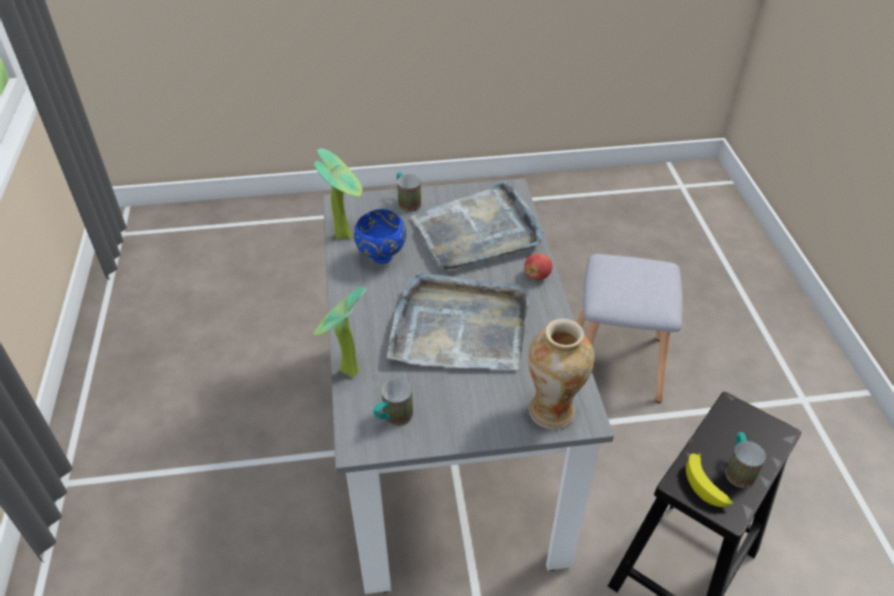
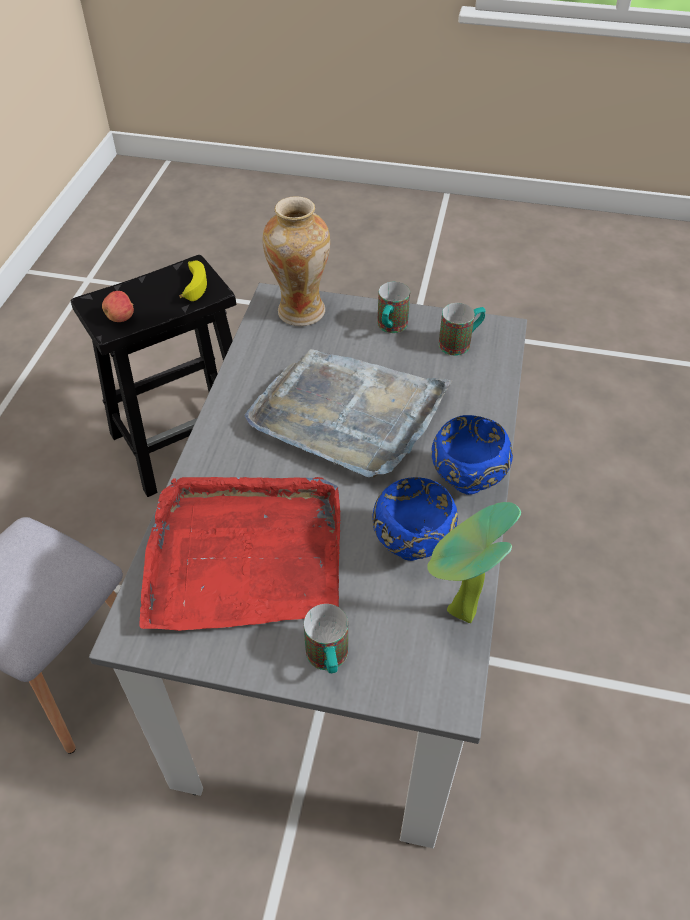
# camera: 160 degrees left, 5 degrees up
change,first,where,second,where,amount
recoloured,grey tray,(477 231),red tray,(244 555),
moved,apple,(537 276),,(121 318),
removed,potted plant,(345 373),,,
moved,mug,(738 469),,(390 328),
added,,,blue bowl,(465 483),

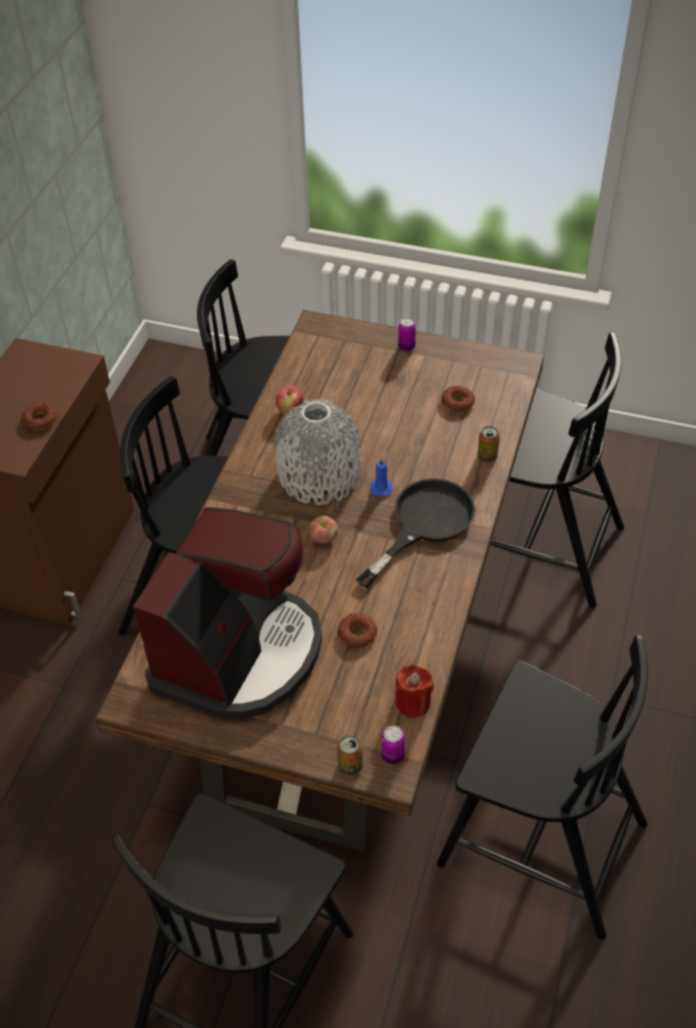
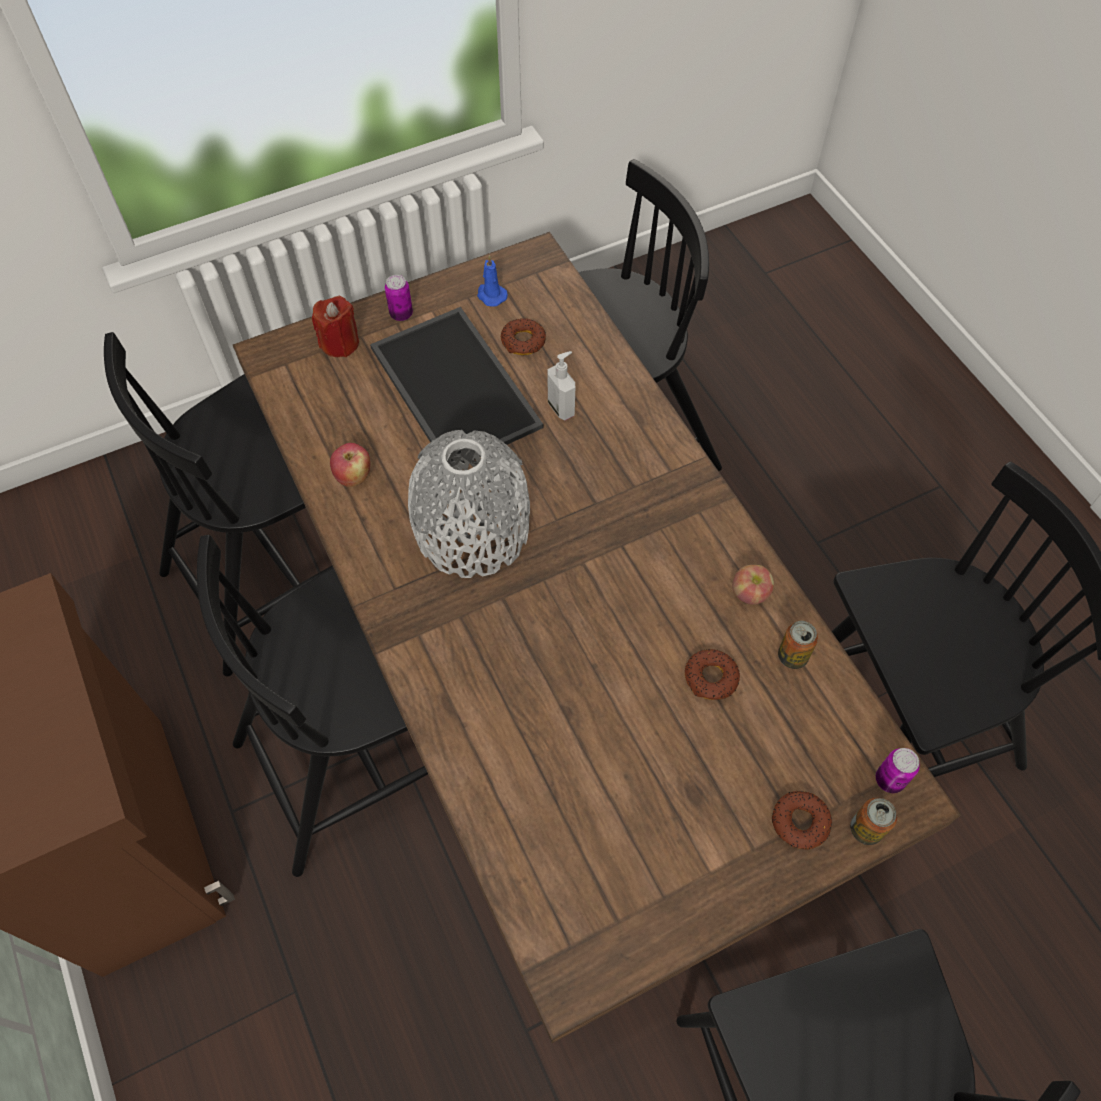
# camera: 45 degrees left, 10 degrees up
change,first,where,second,where,amount
moved,donut,(40 420),,(799 822),
moved,can,(487 456),,(792 656),
moved,blue candle,(381 487),,(491 295),
removed,black frying pan,(424 523),,,
removed,coffee machine,(239 653),,,
moved,apple,(324 538),,(750 593),
moved,red candle,(413 702),,(340 343),
added,,,tray,(451 387),
added,,,soap dispenser,(561 408),

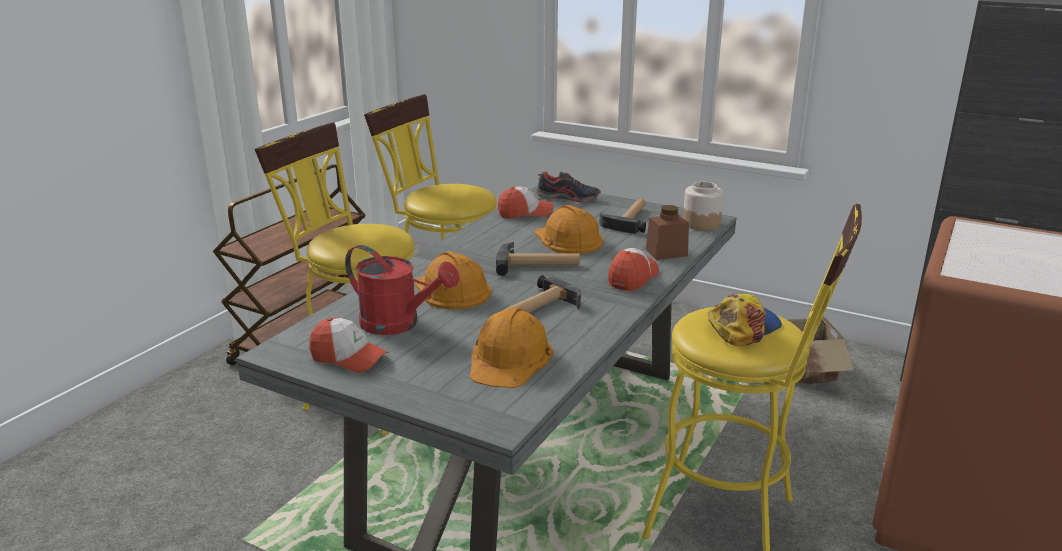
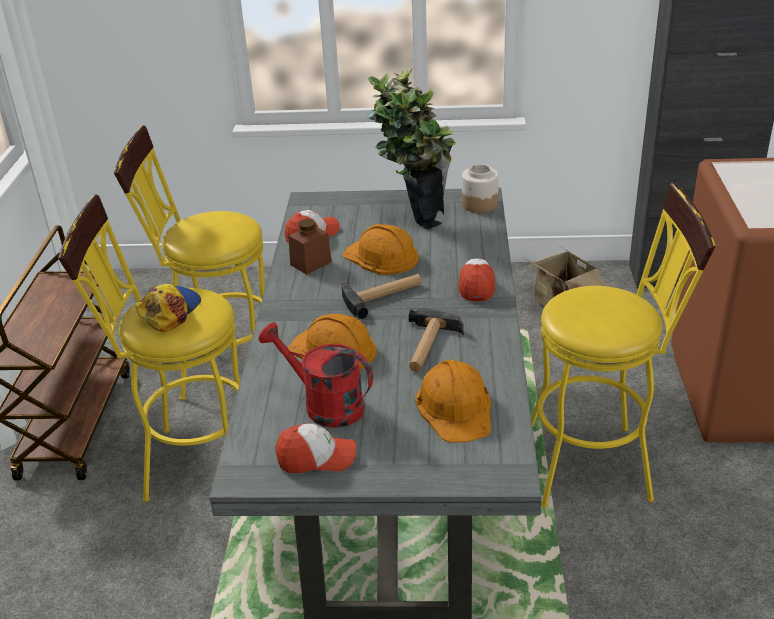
# camera: 25 degrees left, 10 degrees up
change,first,where,second,where,amount
removed,shoe,(568 198),,,
replaced,hammer,(629 219),potted plant,(414 216),
moved,brown jar,(666 253),,(311 263),
turned,red watering can,(399 324),,(324 405),150 degrees counterclockwise
moved,cap,(742 327),,(169 311),

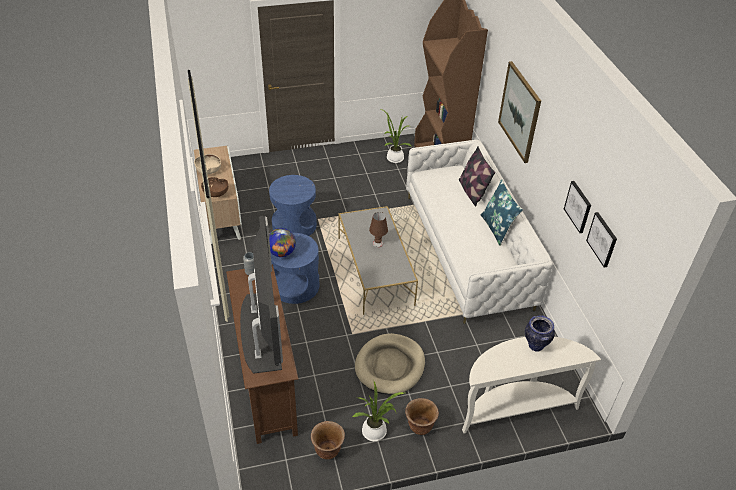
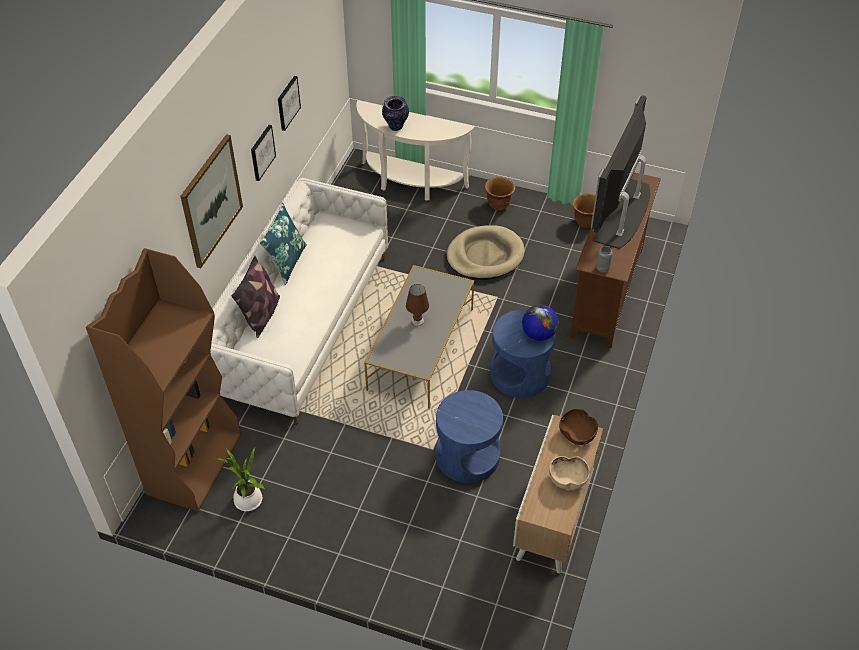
# camera: 145 degrees left, 5 degrees up
change,first,where,second,where,amount
moved,picture,(602 239),,(262 152),
removed,potted plant,(376 432),,,

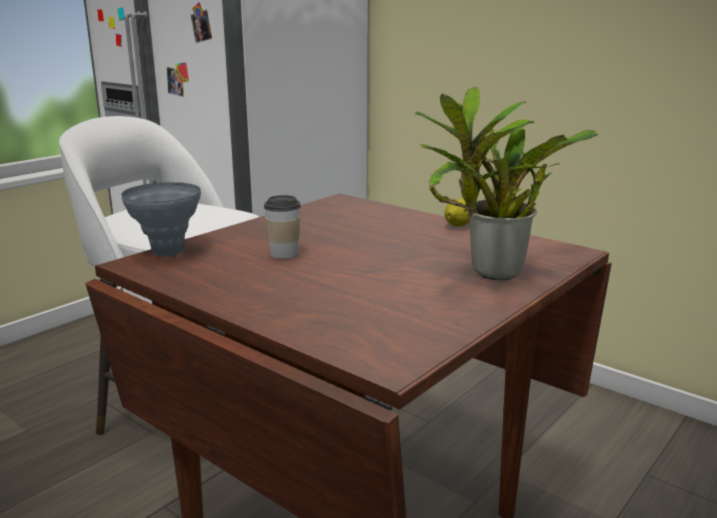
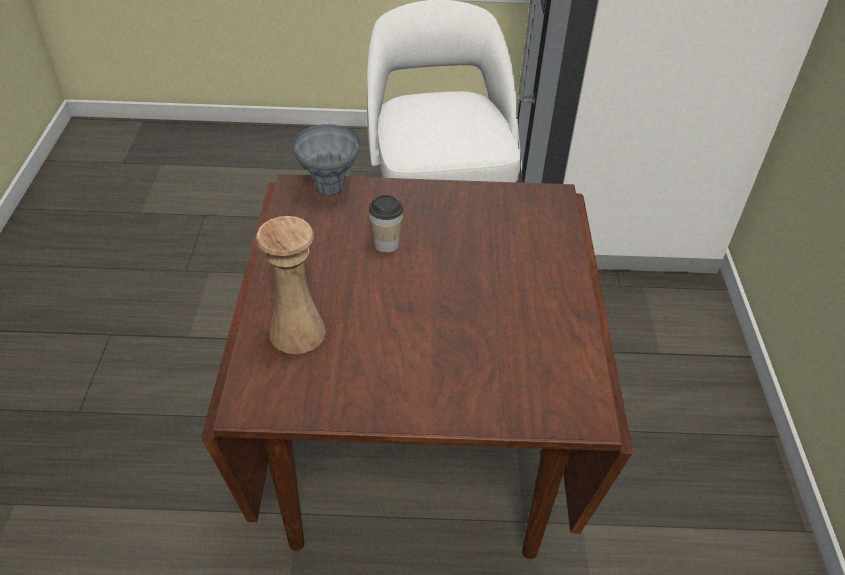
# camera: 50 degrees right, 25 degrees up
change,first,where,second,where,amount
removed,potted plant,(489 274),,,
removed,lemon,(457 226),,,
added,,,beige vase,(297 332),

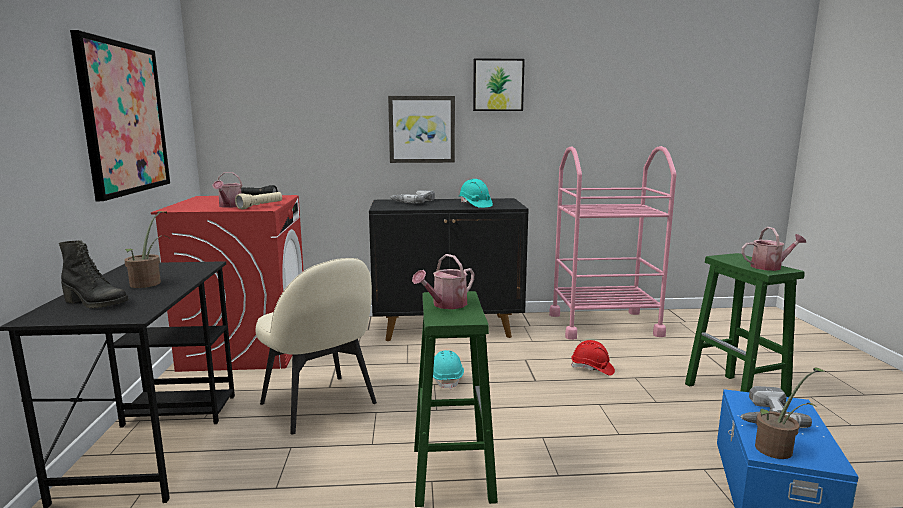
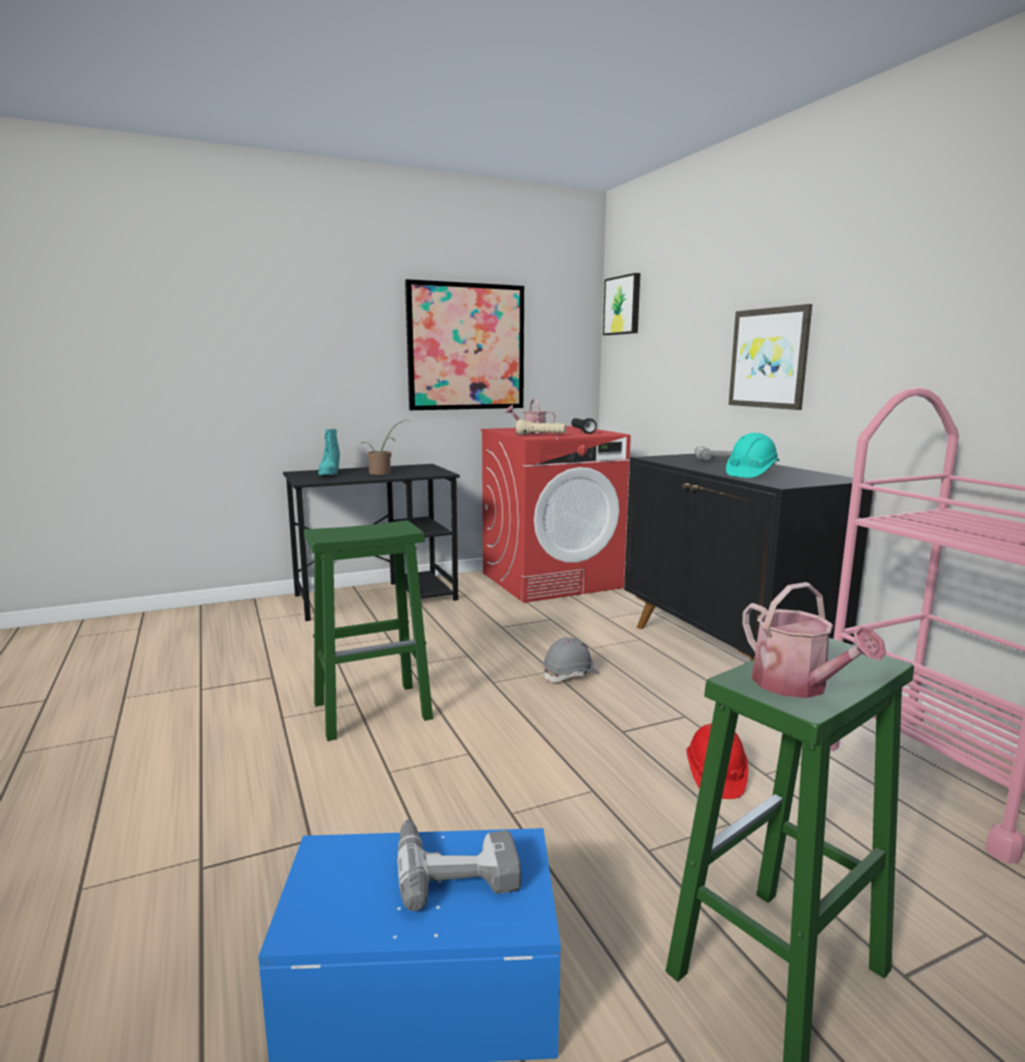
# camera: 70 degrees right, 0 degrees up
change,first,where,second,where,amount
moved,picture,(498 85),,(623 305),
recoloured,black boot,(95 303),turquoise boot,(329 474),
removed,watering can,(446 305),,,
removed,beige chair,(320 405),,,
recoloured,turquoise hard hat,(446 379),grey hard hat,(570 675),
removed,potted plant,(778 449),,,

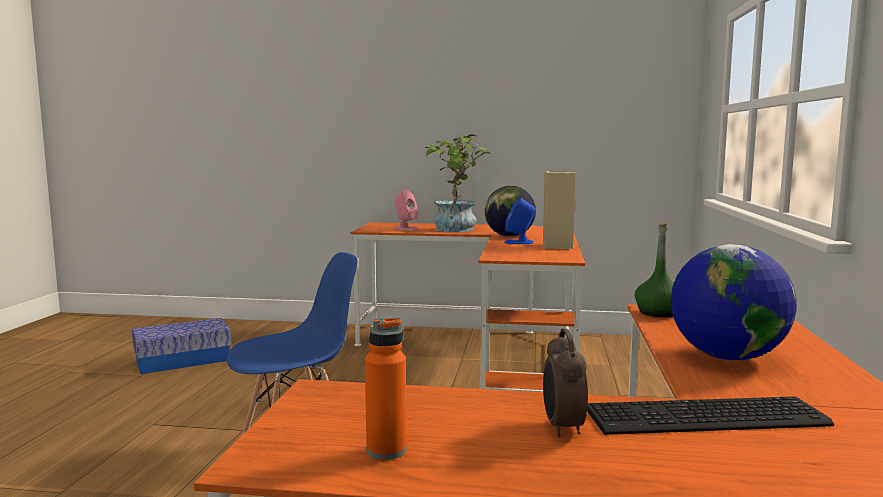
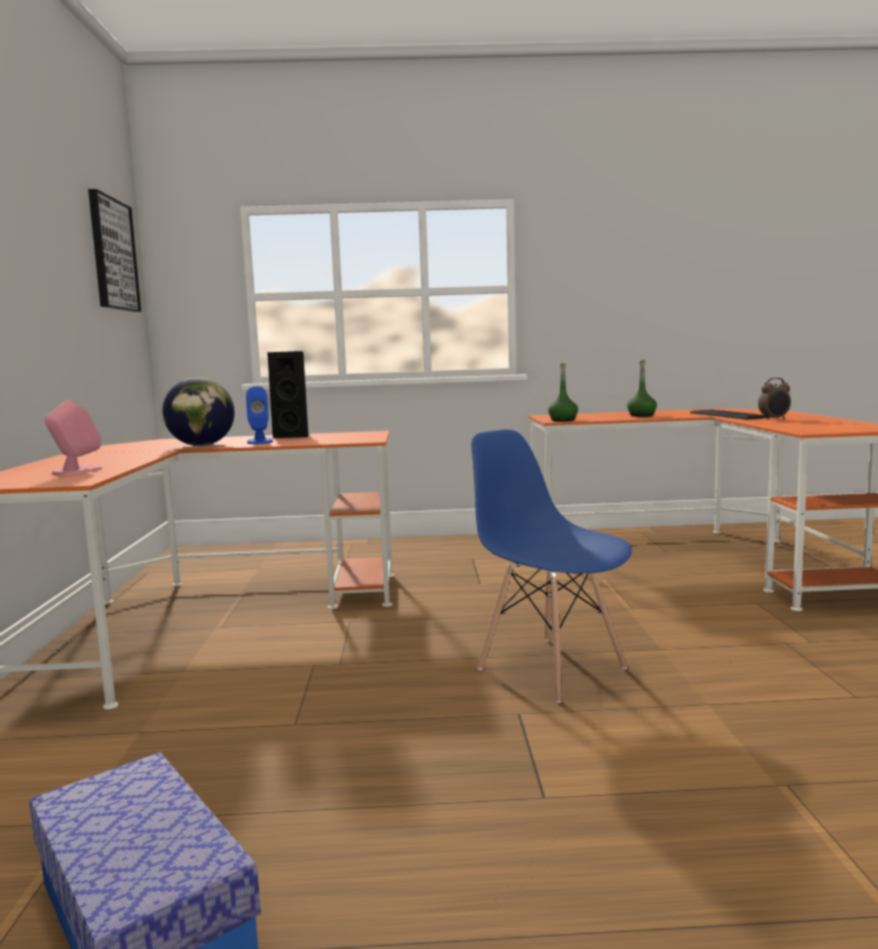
# camera: 100 degrees left, 0 degrees up
change,first,where,second,where,amount
removed,potted plant,(458 230),,,
recoloured,beige speaker,(557 246),black speaker,(294 436),
replaced,globe,(727 357),green bottle,(641 415),
removed,orange bottle,(386 450),,,
added,,,picture,(112 254),

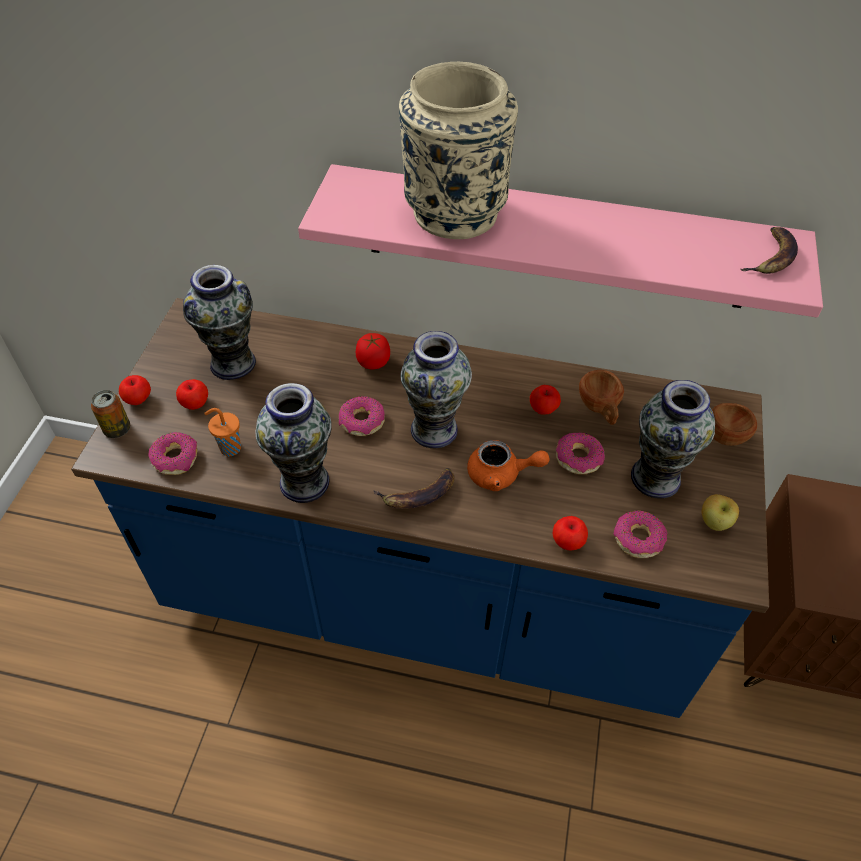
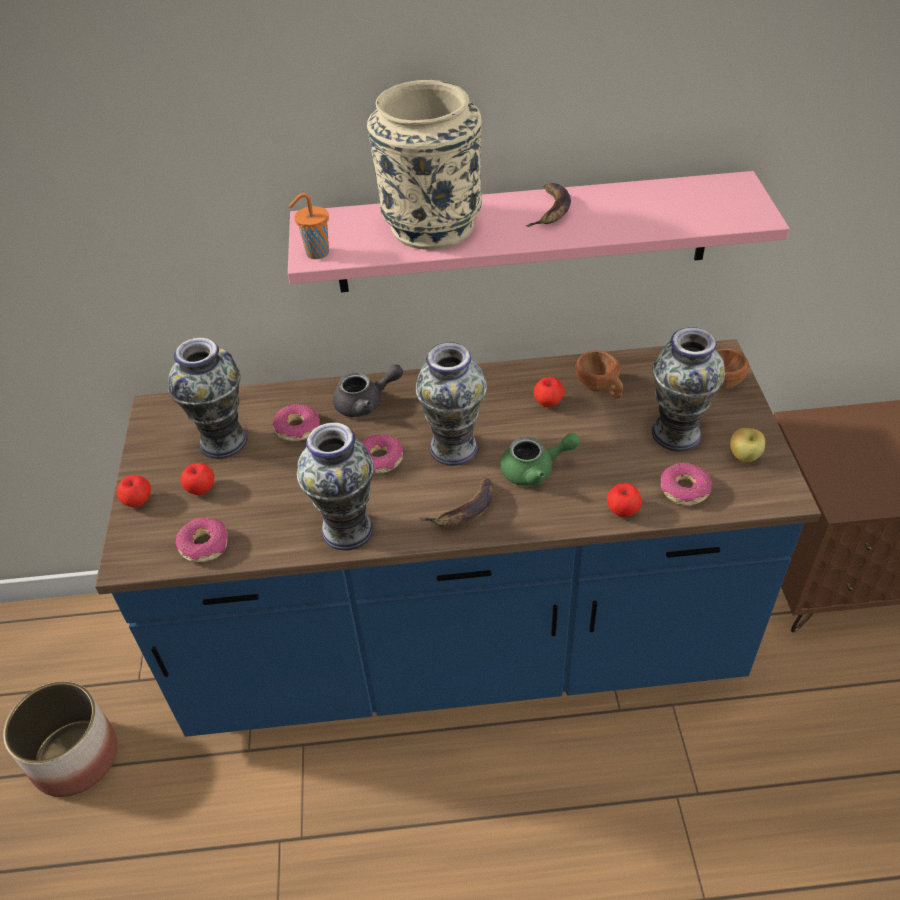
# camera: 15 degrees left, 5 degrees down
change,first,where,second,where,amount
moved,banana,(771 256),,(550 209),
replaced,tomato,(373 362),grey teapot,(366 403),
removed,can,(117 429),,,
moved,orange cup,(229 448),,(316 253),
moved,donut,(578 458),,(297 428),
recoloured,orange teapot,(501 475),green teapot,(535 470),
added,,,planter,(76 757),

